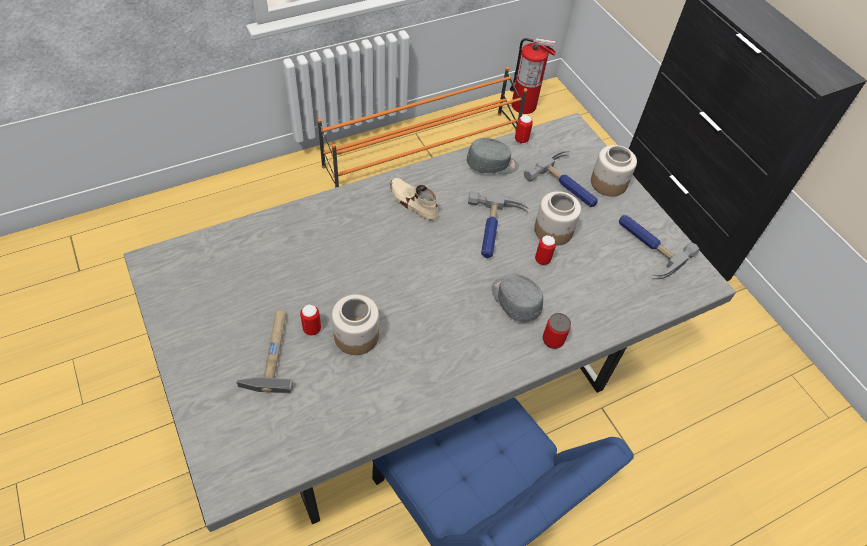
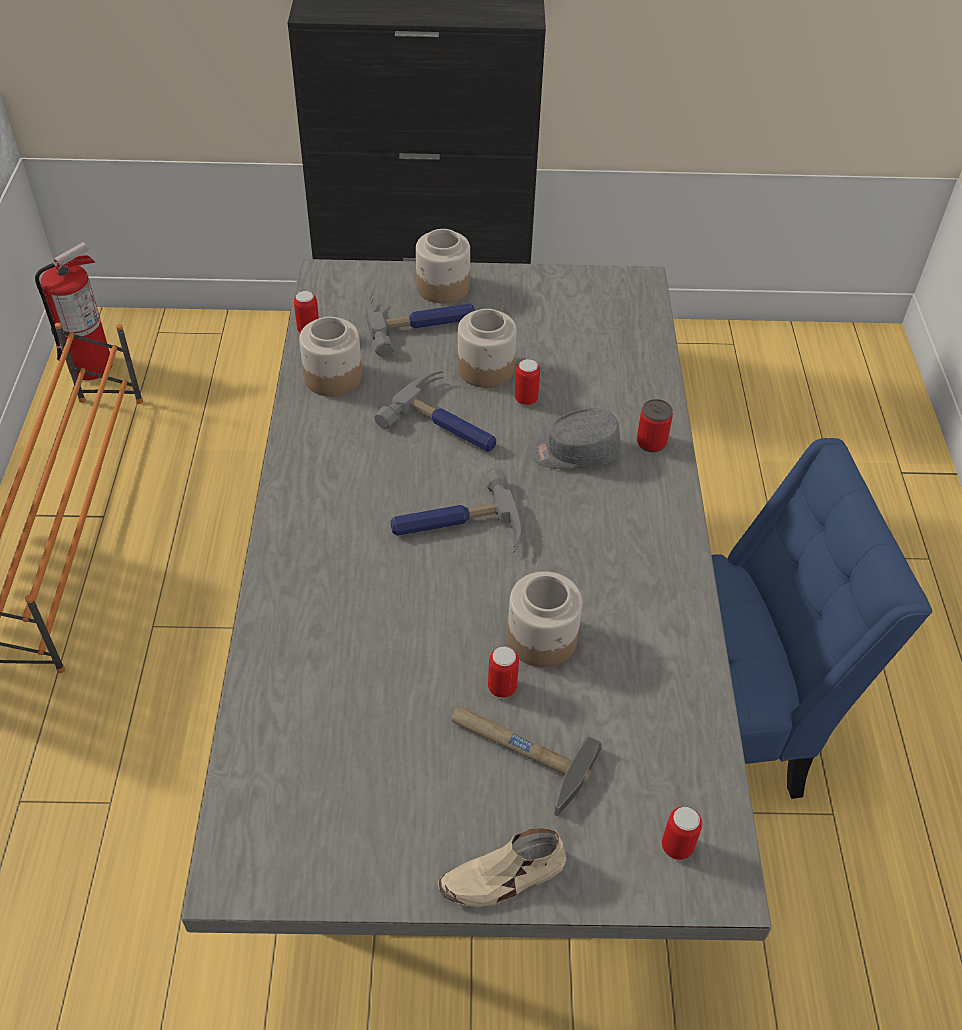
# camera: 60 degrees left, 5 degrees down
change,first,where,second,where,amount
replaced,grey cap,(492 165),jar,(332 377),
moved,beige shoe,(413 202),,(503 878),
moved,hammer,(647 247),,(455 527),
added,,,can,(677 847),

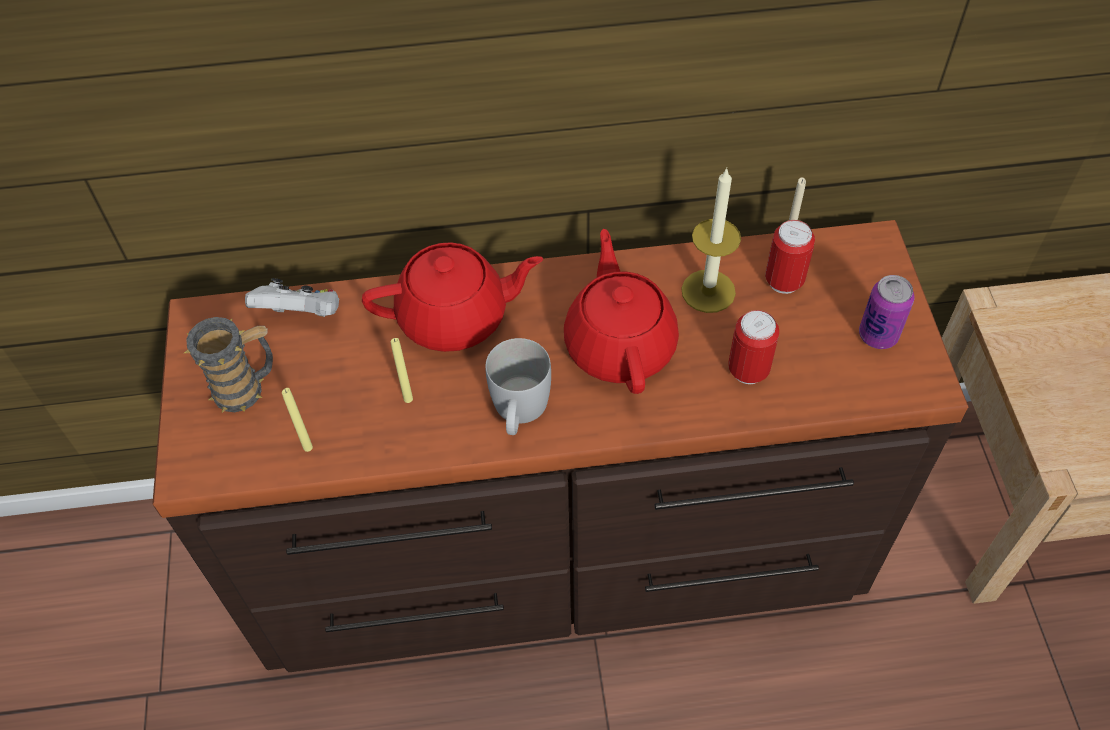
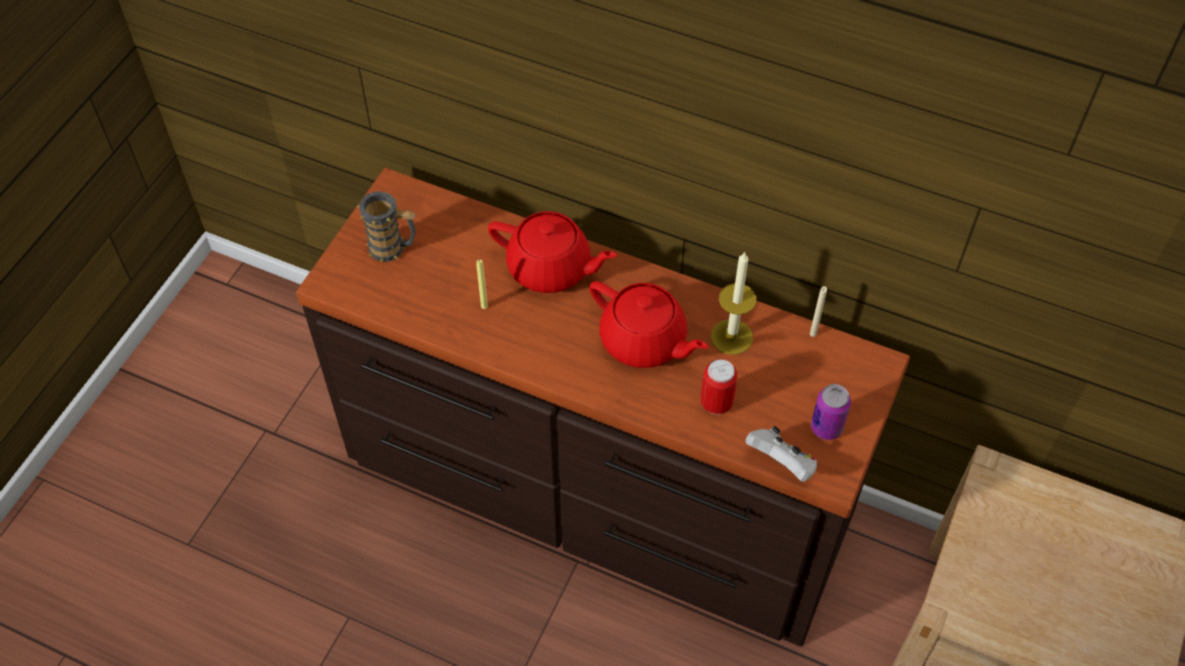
# camera: 30 degrees right, 0 degrees up
change,first,where,second,where,amount
removed,can,(784 281),,,
turned,red teapot,(620 344),,(644 341),105 degrees clockwise
moved,white game controller,(301 315),,(781 464),
removed,white mug,(519 412),,,
removed,yellow candle,(308 447),,,

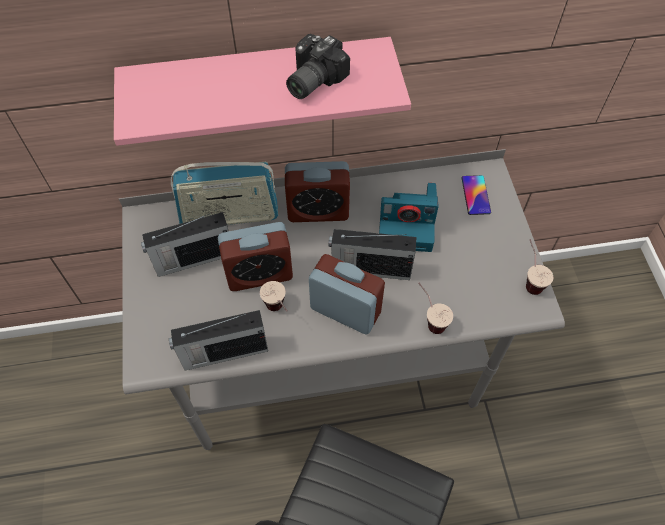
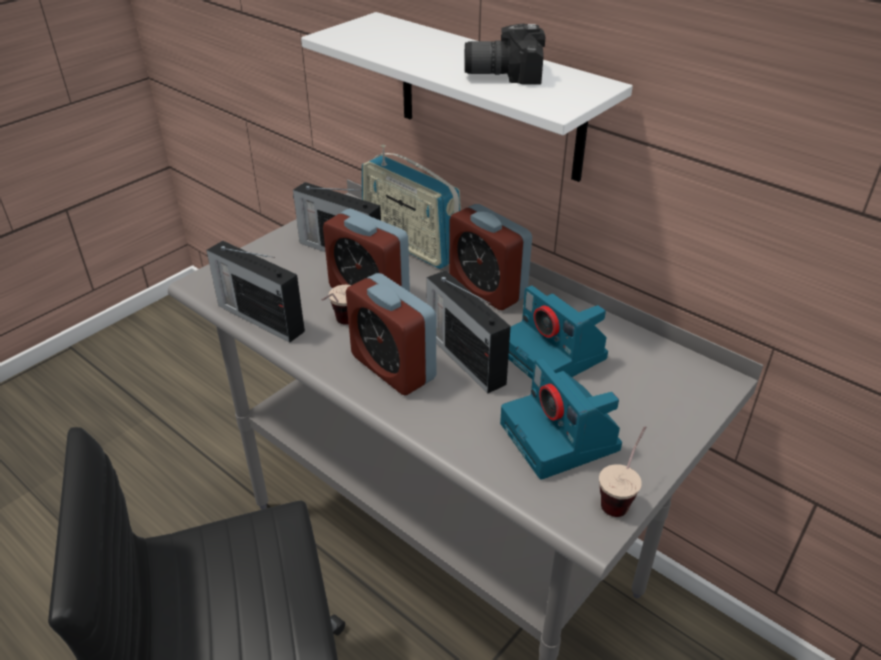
# camera: 50 degrees right, 20 degrees down
change,first,where,second,where,amount
recoloured,pink shelf,(259 86),white shelf,(489 97),
removed,phone,(475 195),,,
turned,alarm clock,(345 310),,(393 367),150 degrees clockwise
removed,cup,(429 319),,,
added,,,photo camera,(561 438),

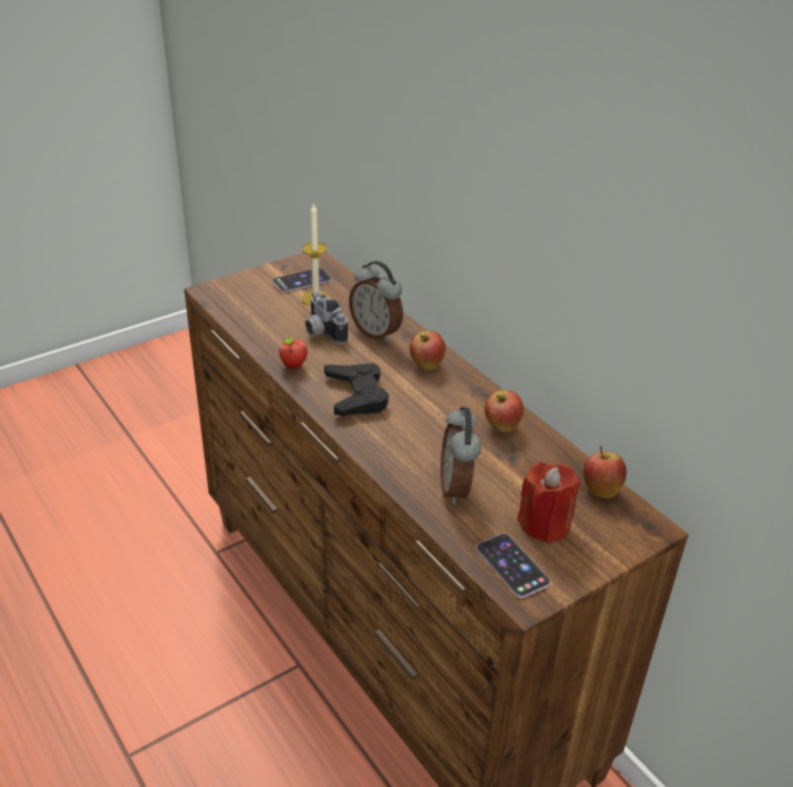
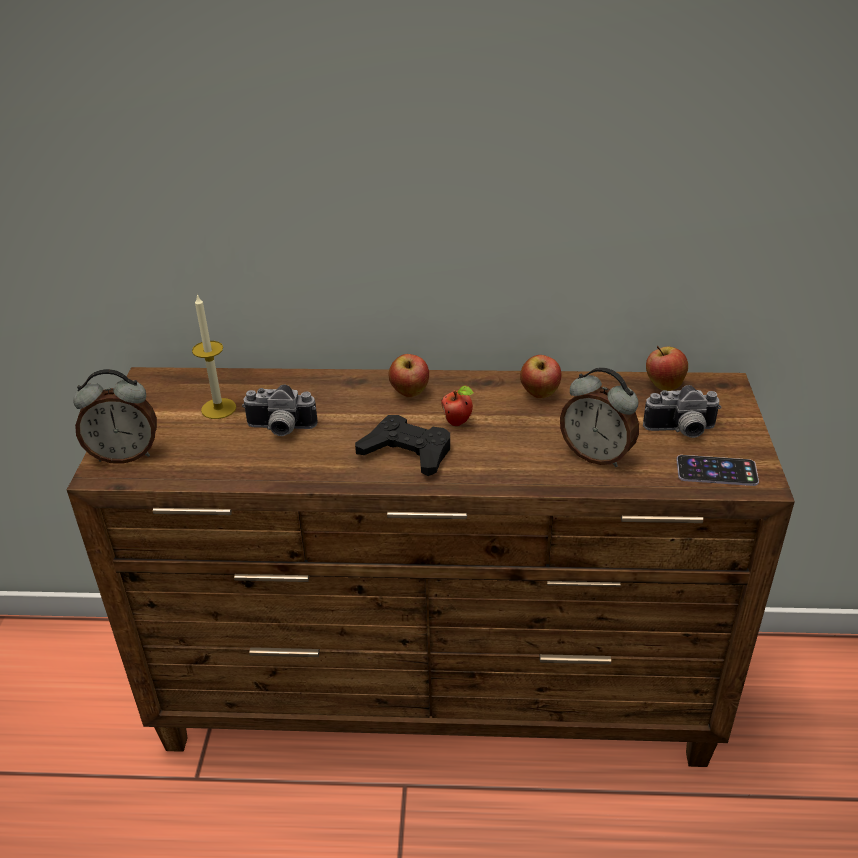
# camera: 50 degrees left, 0 degrees up
change,first,where,second,where,amount
moved,alarm clock,(376 332),,(125 455),
removed,phone,(302 281),,,
moved,apple,(294 366),,(458 422),
replaced,red candle,(544 524),photo camera,(681 431),

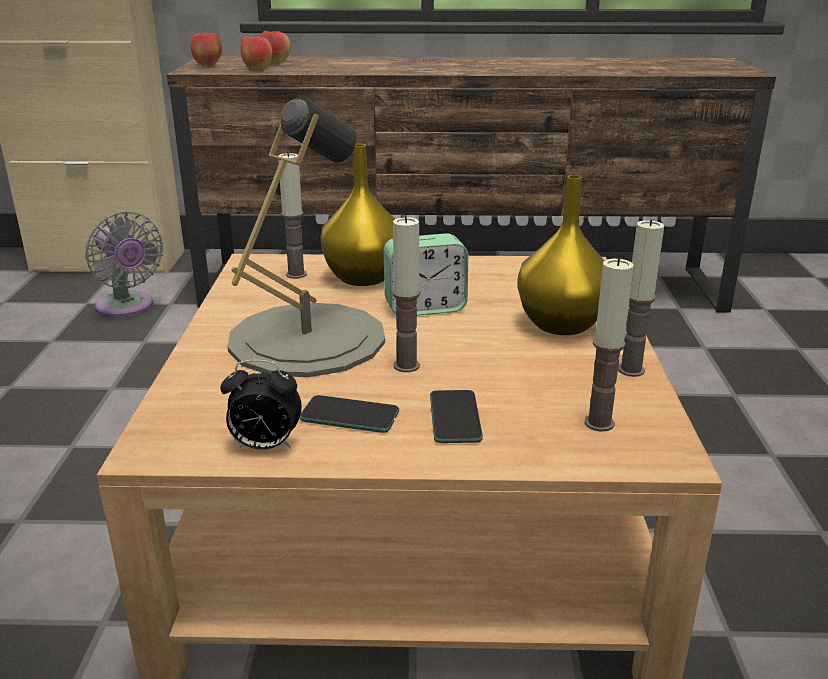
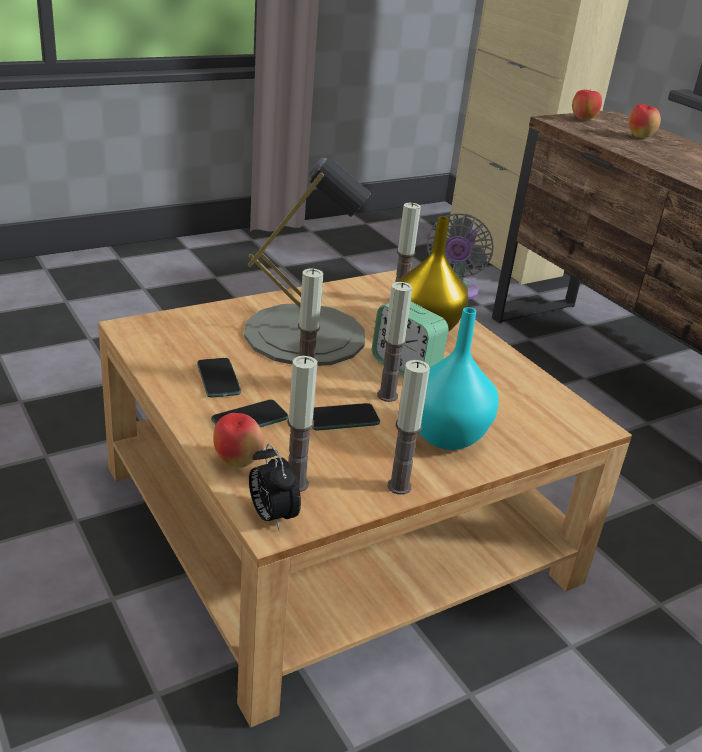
# camera: 55 degrees right, 5 degrees up
change,first,where,second,where,amount
moved,apple,(257 70),,(237 462),
recoloured,yellow vase,(561 324),turquoise vase,(448 435),
moved,alarm clock,(264 446),,(271 516),
added,,,candle,(387 395),
added,,,phone,(342 418),

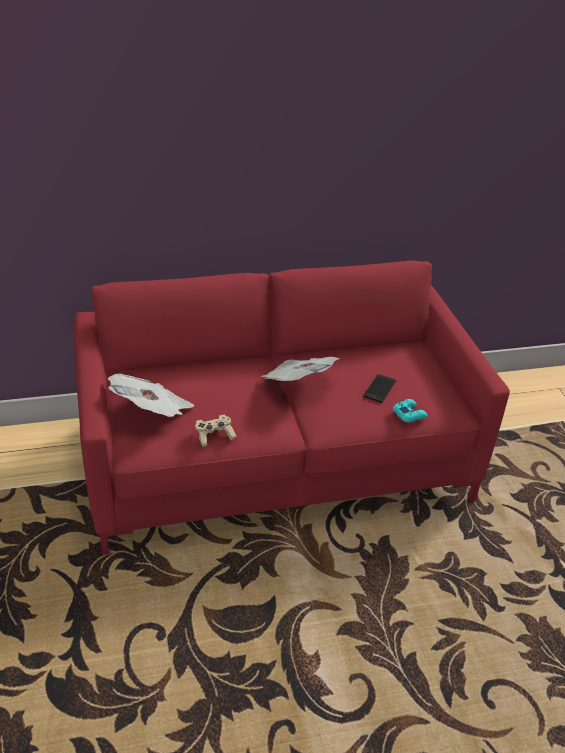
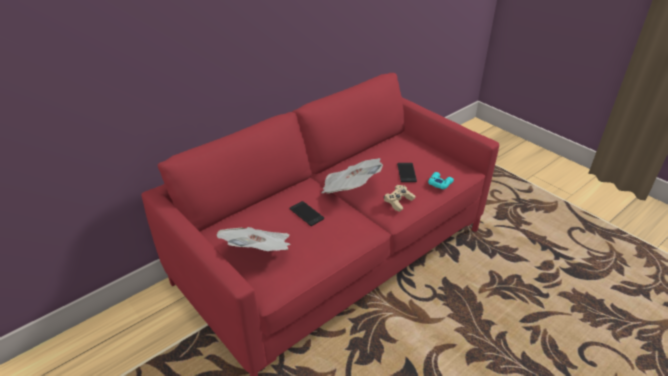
# camera: 25 degrees left, 0 degrees up
change,first,where,second,where,amount
moved,beige game controller,(214 436),,(398 202),
added,,,phone,(306 214),

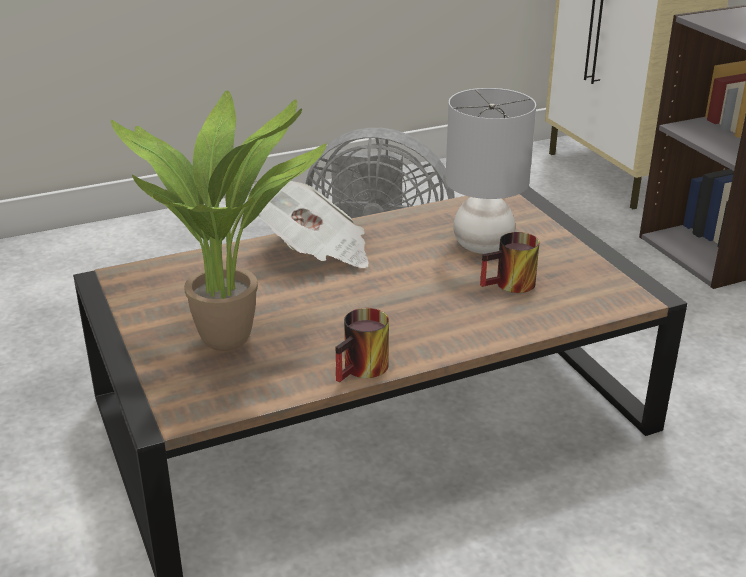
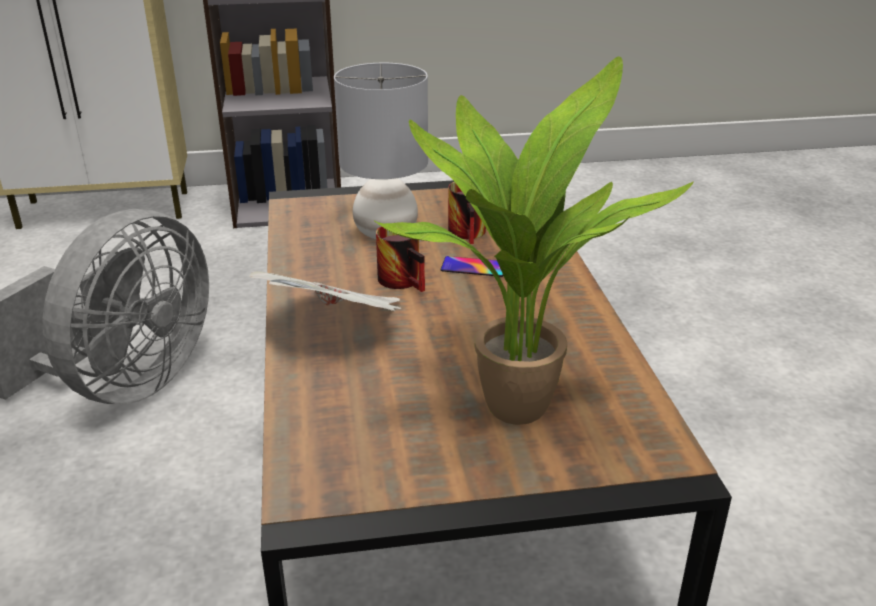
# camera: 75 degrees left, 0 degrees up
change,first,where,second,where,amount
moved,mug,(364 370),,(406 280),
added,,,phone,(473 267),

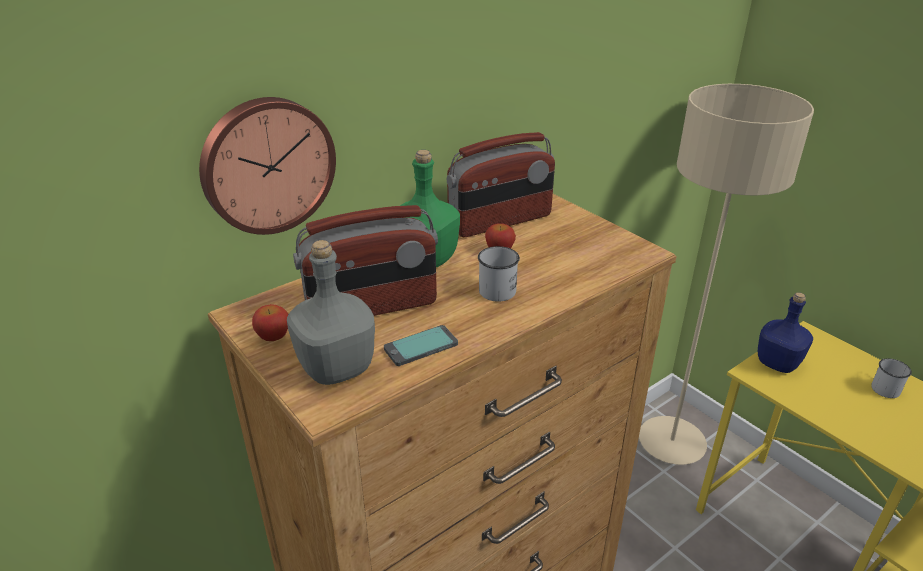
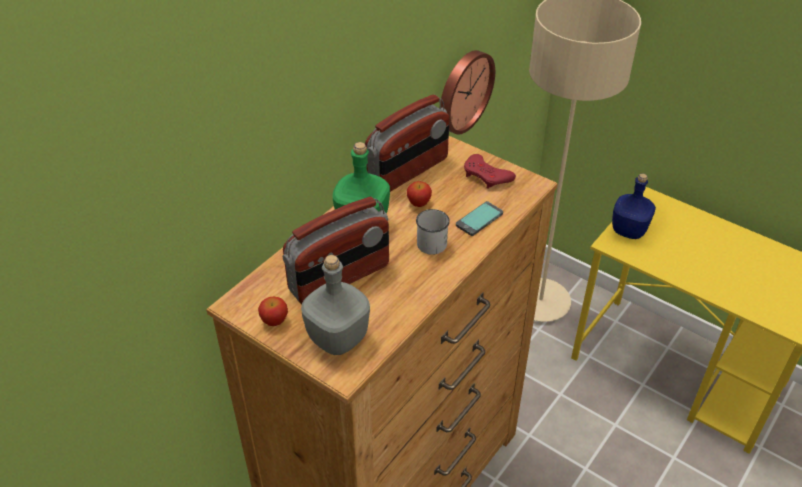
# camera: 15 degrees left, 10 degrees up
change,first,where,second,where,amount
moved,wall clock,(267 165),,(463 91),
moved,phone,(421 347),,(479 219),
removed,white mug,(883 386),,,
added,,,red game controller,(486 176),

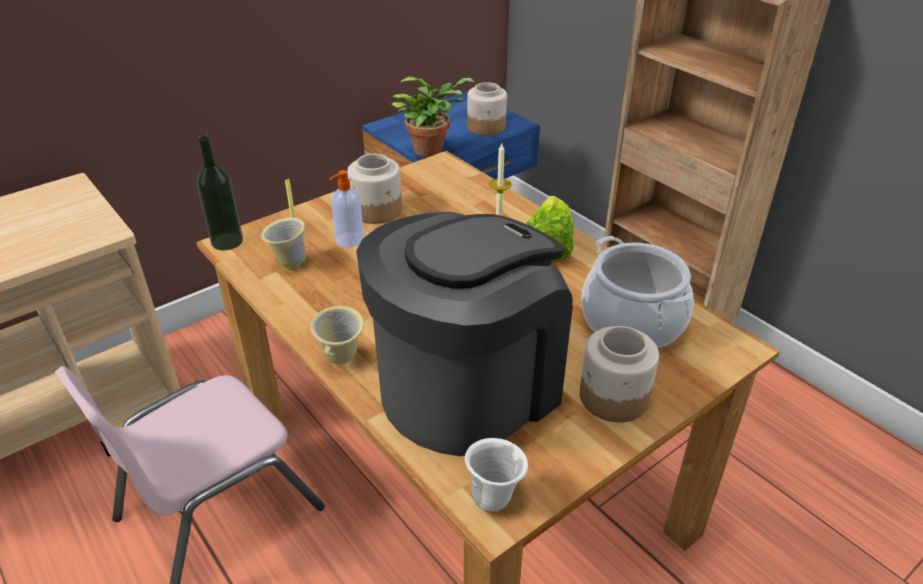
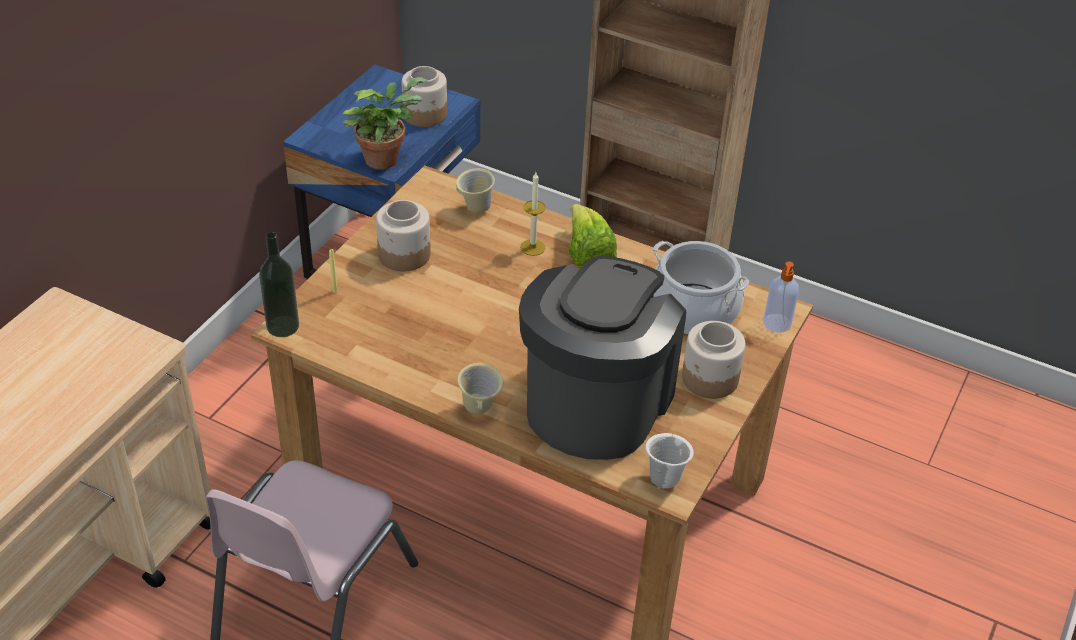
# camera: 25 degrees left, 5 degrees up
change,first,where,second,where,amount
moved,soap dispenser,(349 240),,(777 324),
moved,beige mug,(289 264),,(475 210),

